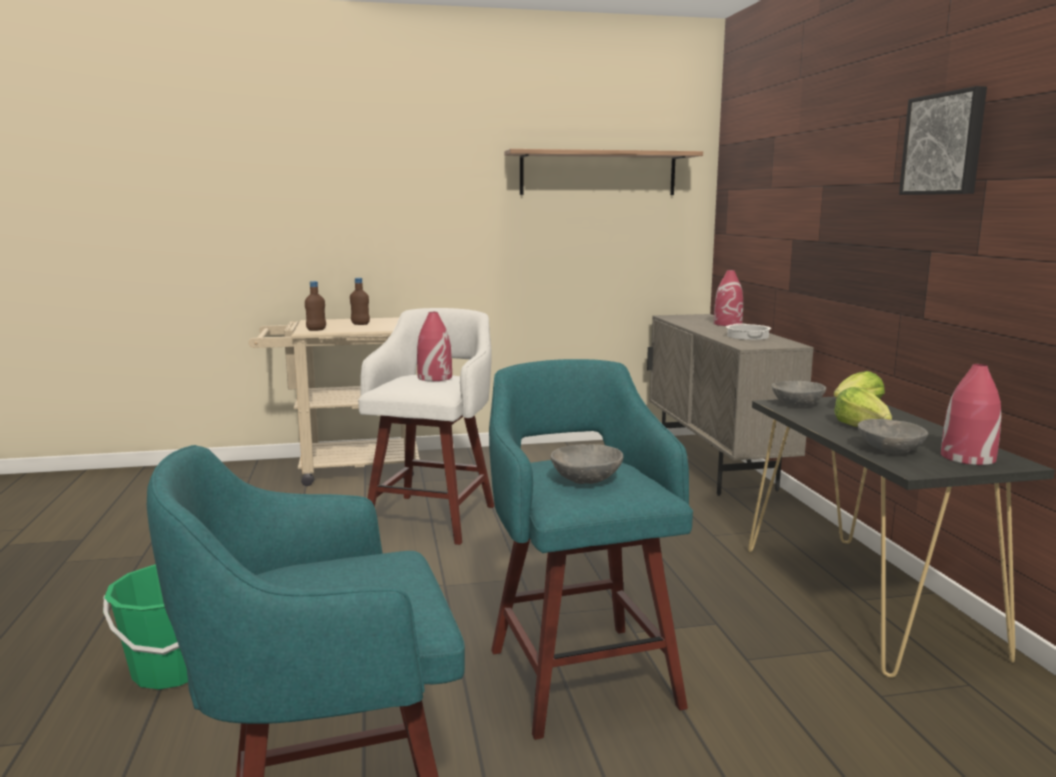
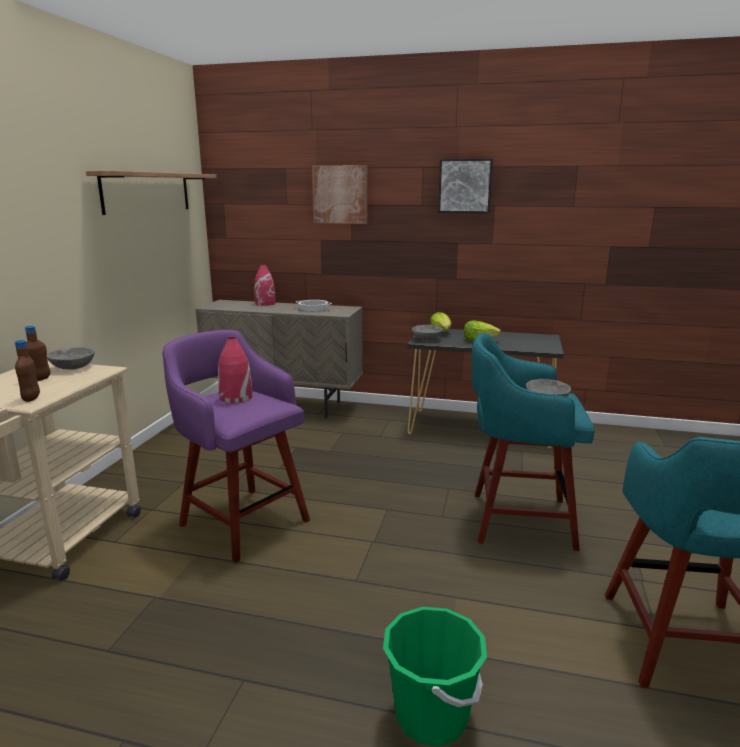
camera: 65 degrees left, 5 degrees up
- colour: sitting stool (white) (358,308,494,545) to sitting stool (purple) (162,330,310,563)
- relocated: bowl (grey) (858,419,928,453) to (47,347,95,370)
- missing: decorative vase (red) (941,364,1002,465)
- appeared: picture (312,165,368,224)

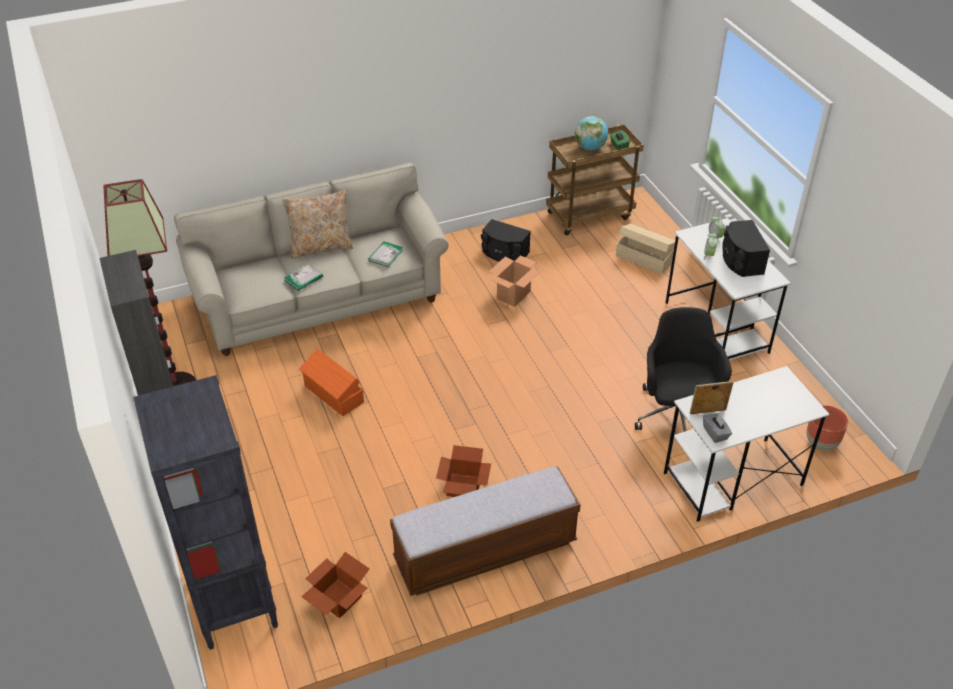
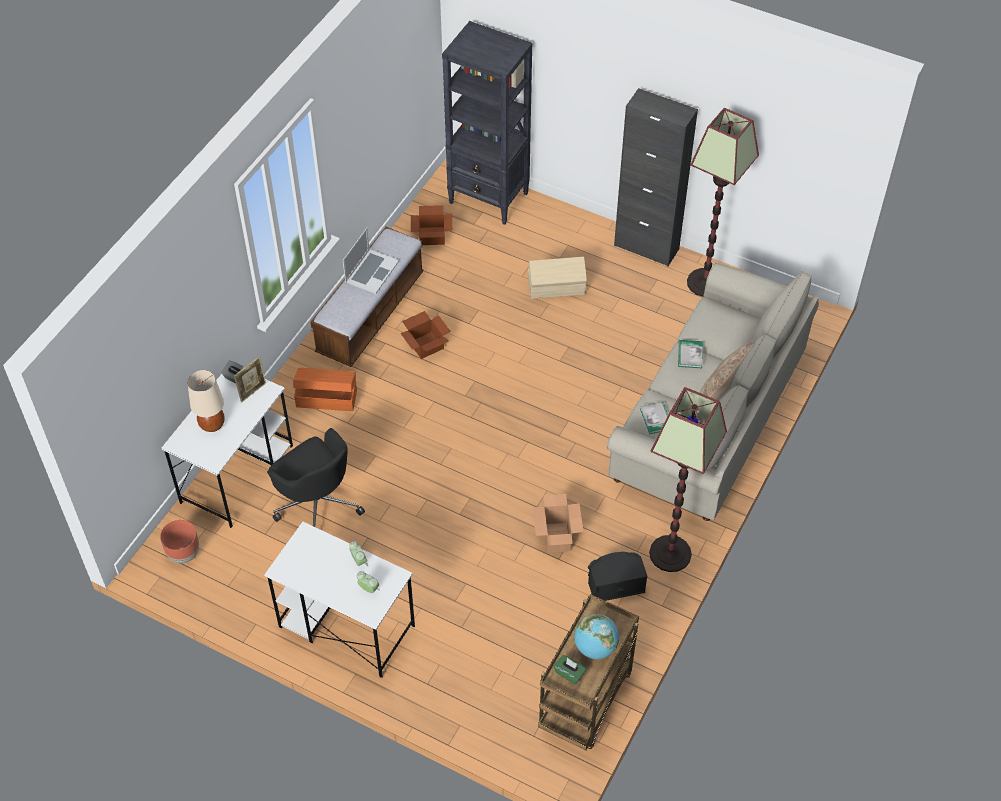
camera: 140 degrees right, 10 degrees up
- relocated: storage container (orange-coloured) (299,348,364,416) to (293,368,357,411)
- relocated: storage container (beige) (616,224,675,274) to (528,257,587,299)
- missing: loudspeaker (black) (722,220,770,277)
- appeared: table lamp (beige) (187,370,225,432)
- appeared: laptop (343,228,399,294)
- appeared: floor lamp (649,387,727,572)

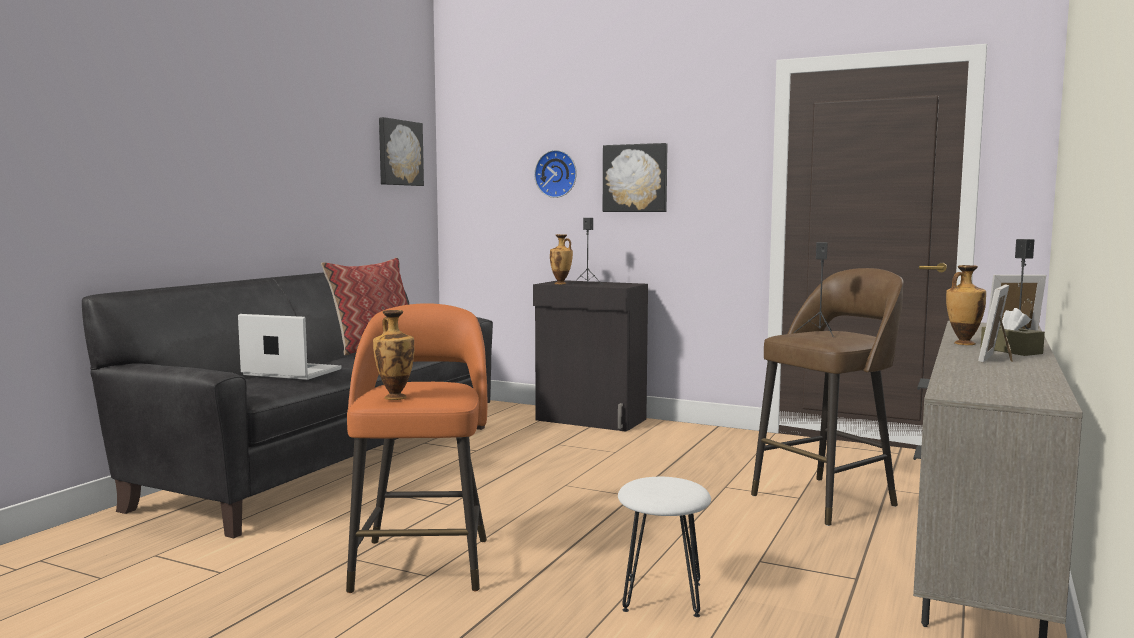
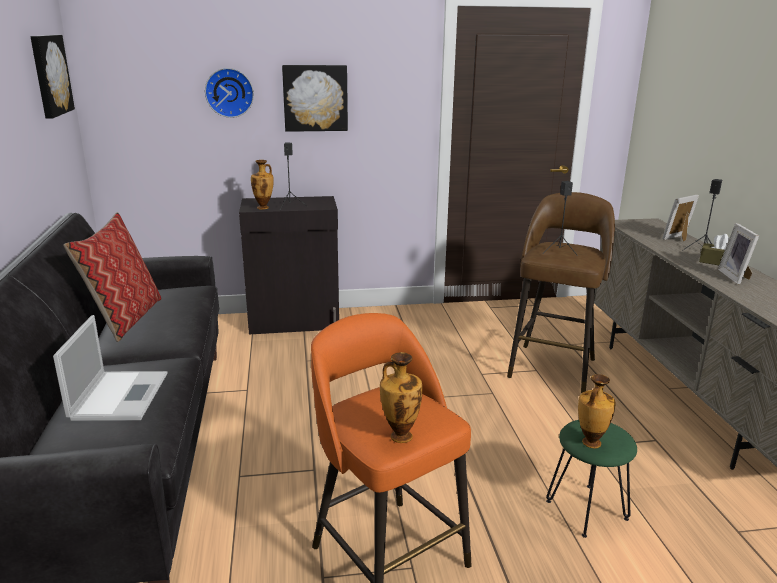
camera: 35 degrees left, 15 degrees up
- spun: laptop (238,314,341,380) = (53,315,168,421) 105 degrees clockwise
- colour: sitting stool (white) (618,477,711,617) to sitting stool (green) (546,420,637,538)
- relocated: decorative vase (946,265,986,345) to (578,374,616,448)

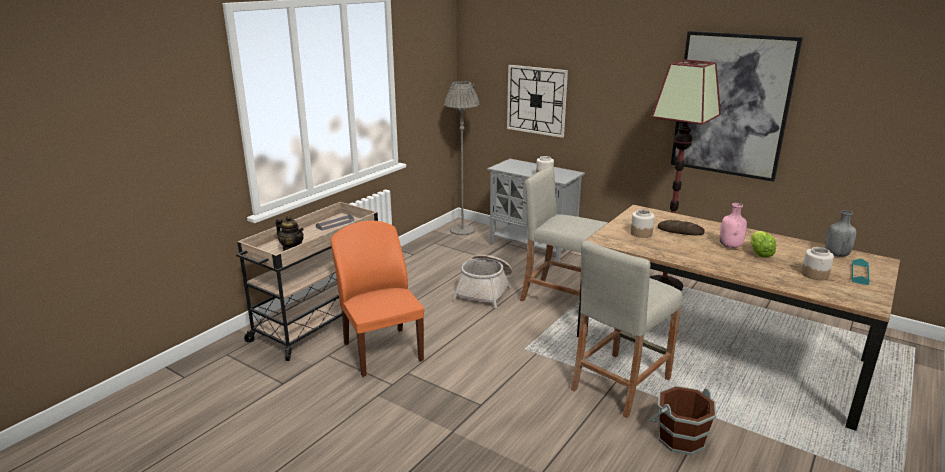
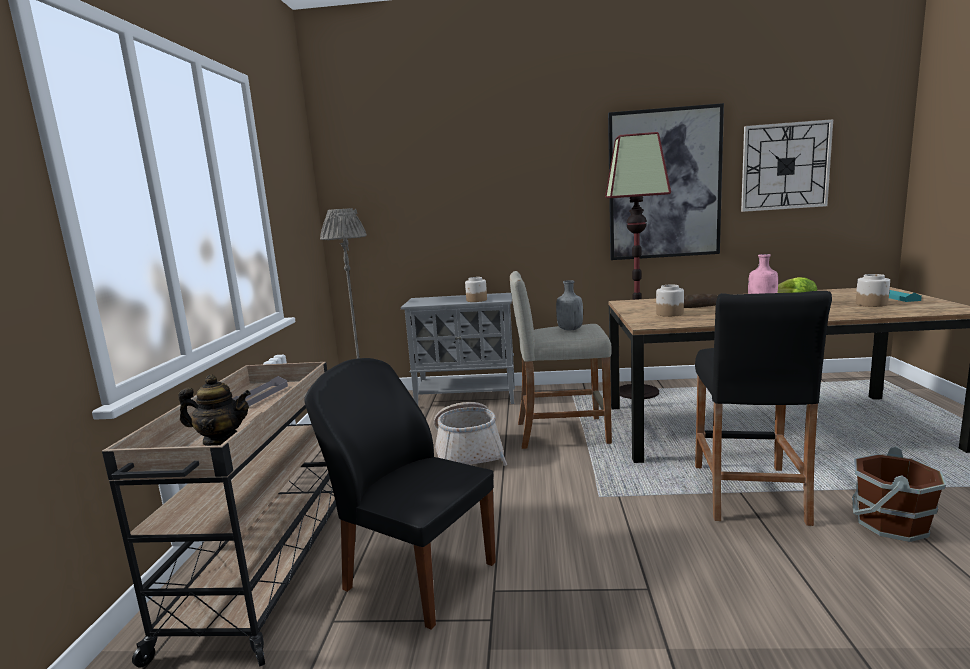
camera: 30 degrees left, 10 degrees down
- colour: chair (orange-coloured) (331,221,424,377) to chair (black) (304,358,496,630)
- relocated: hanging clock (507,65,568,138) to (741,119,833,212)
- colour: sitting stool (beige) (571,240,683,418) to sitting stool (black) (695,291,832,526)
- relocated: drink bottle (grey) (825,210,856,257) to (556,280,583,331)

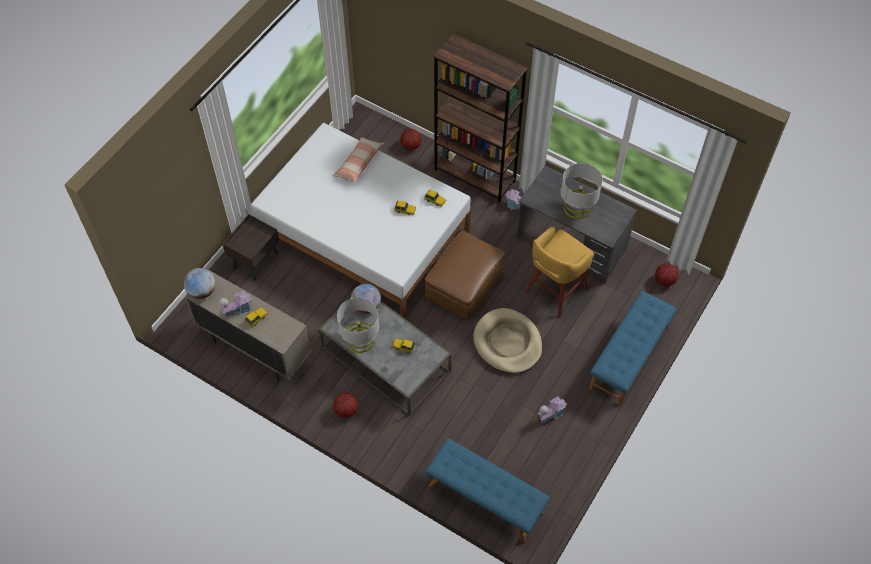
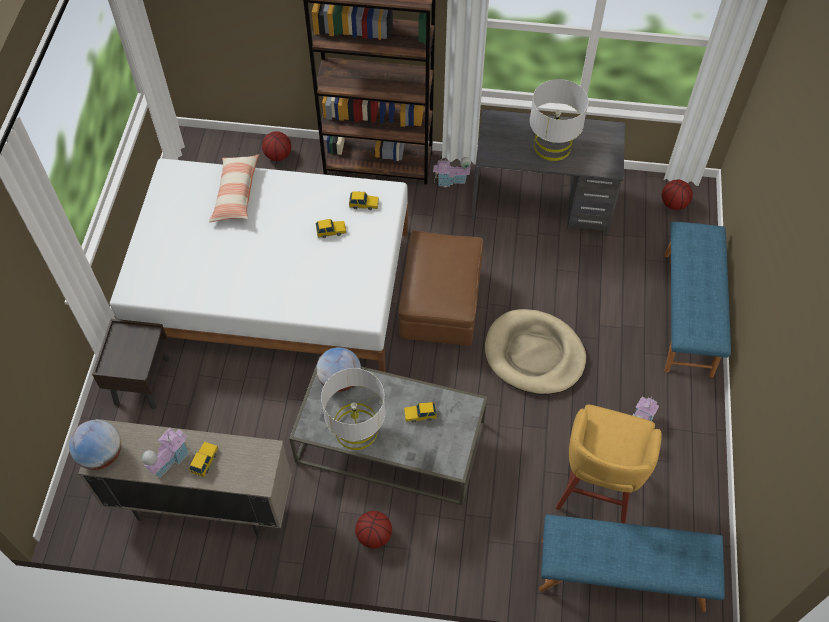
camera: 25 degrees left, 0 degrees up
- relocated: sitting stool (yellow-coloured) (525,227,594,317) to (556,404,662,523)

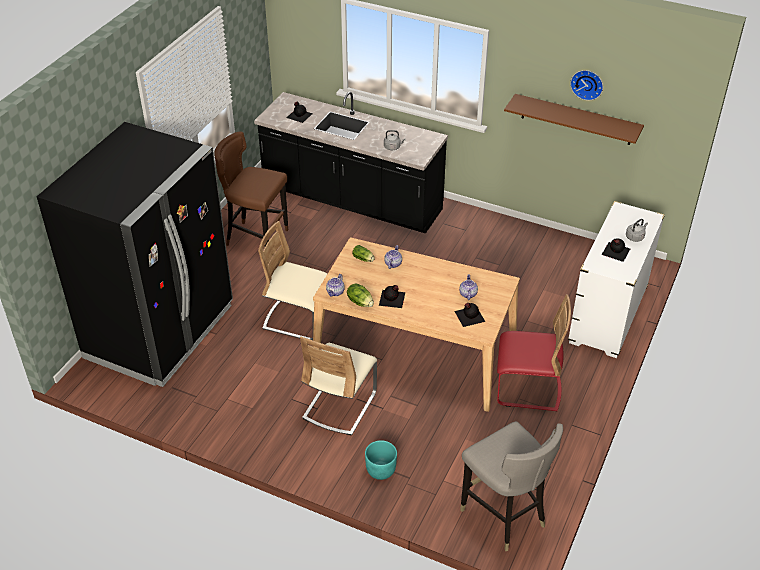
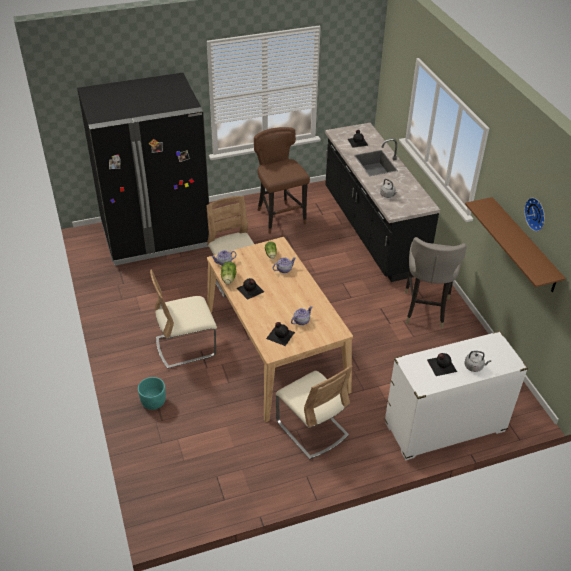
camera: 45 degrees right, 0 degrees up
- relocated: sitting stool (grey) (460,421,563,551) to (405,237,467,329)
- colour: chair (red) (497,294,571,411) to chair (beige) (276,365,353,459)

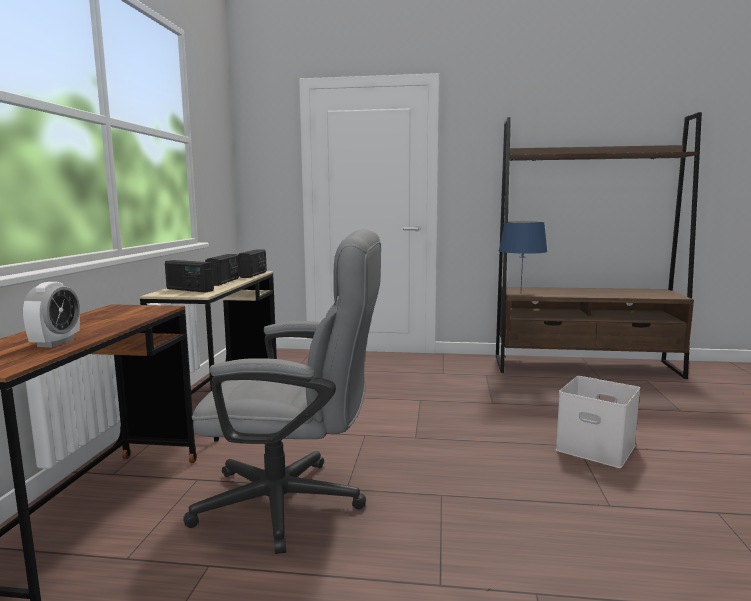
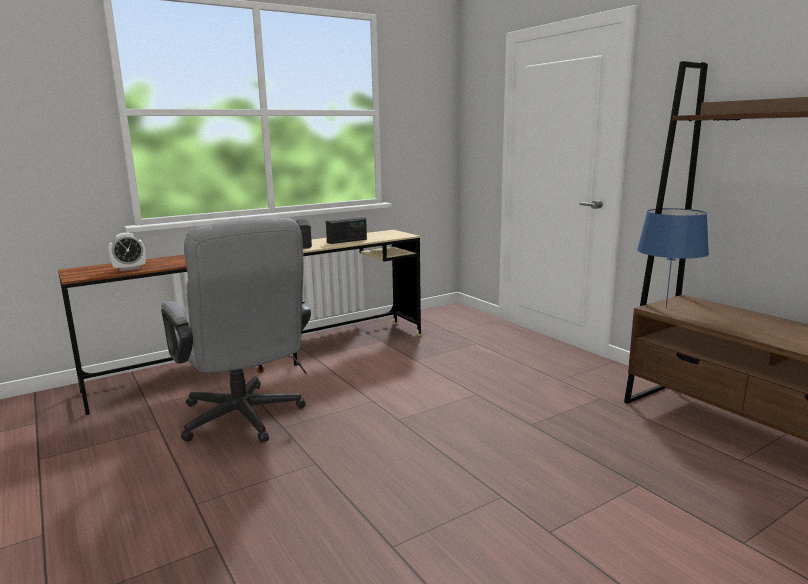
camera: 50 degrees right, 5 degrees up
- missing: radio set (238,249,267,278)
- missing: storage container (white) (555,376,640,468)

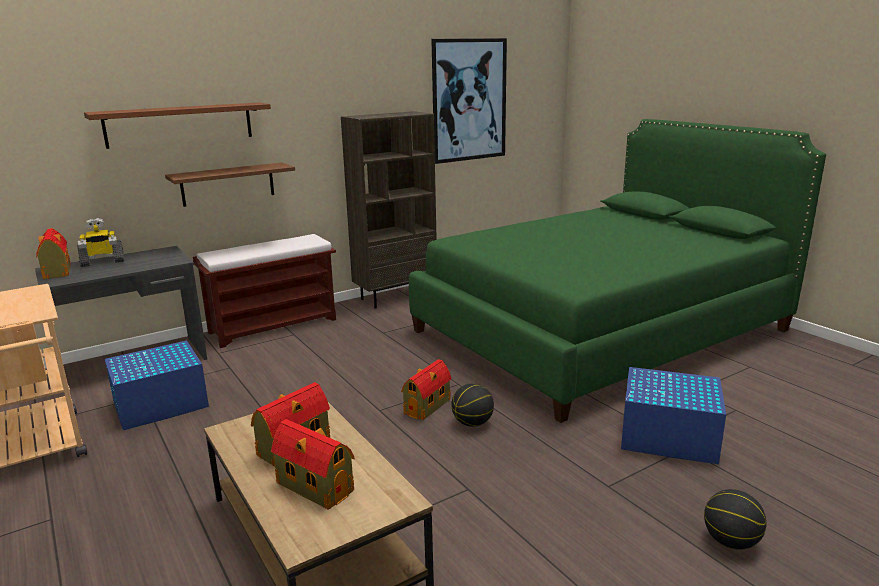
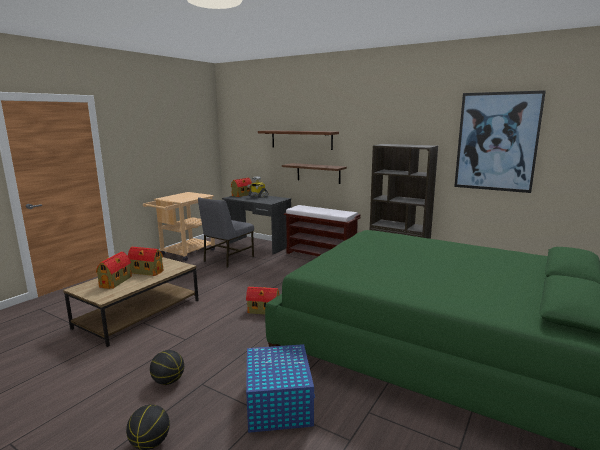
camera: 65 degrees right, 5 degrees down
- exchanged: storage container (blue-coloured) (105,341,209,430) to chair (grey) (198,197,254,268)
- relocated: basketball (451,384,494,427) to (150,350,184,385)

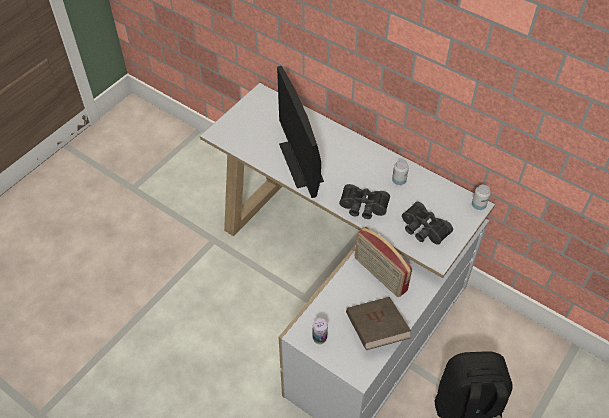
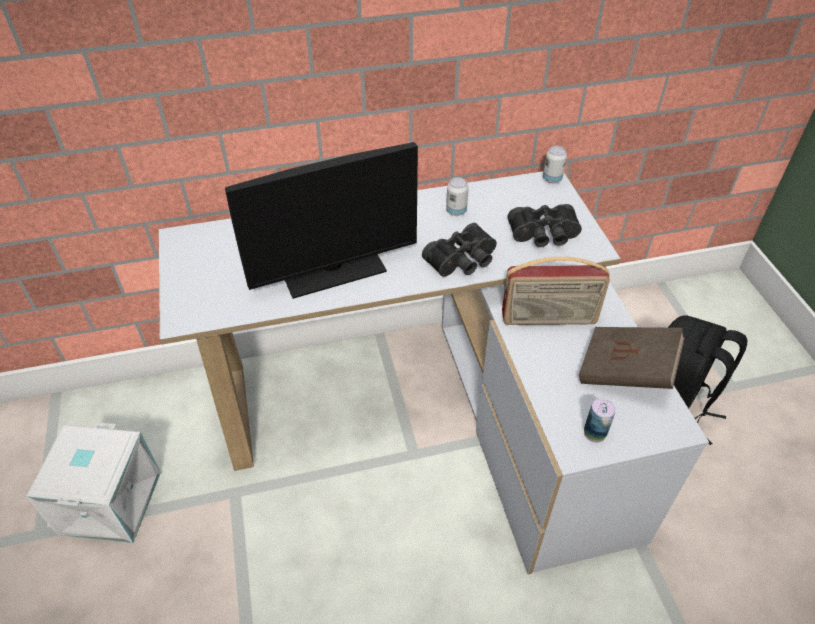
camera: 50 degrees left, 5 degrees down
- spun: computer screen (277,66,324,198) = (225,142,418,299) 45 degrees counterclockwise
- appeared: storage container (white) (26,422,161,543)

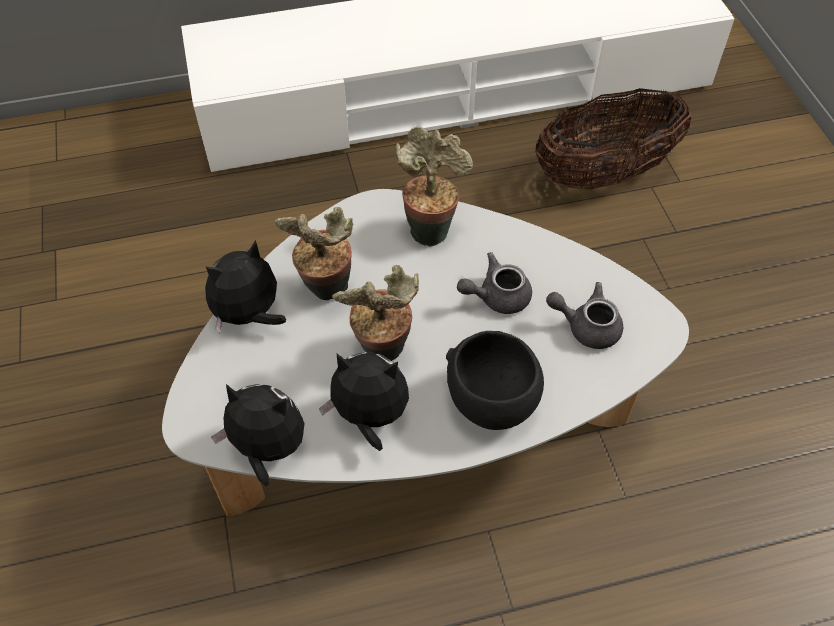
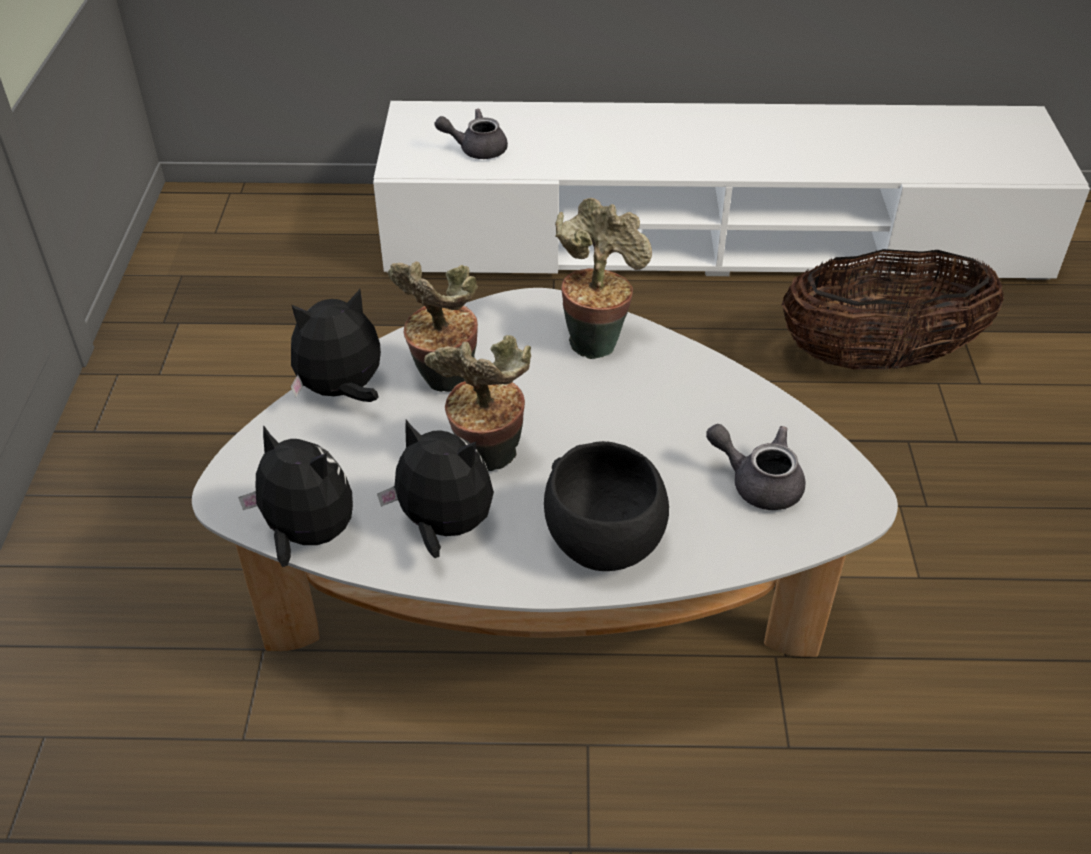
camera: 15 degrees right, 10 degrees down
- relocated: tea pot (grey) (457,252,532,314) to (435,109,508,159)

